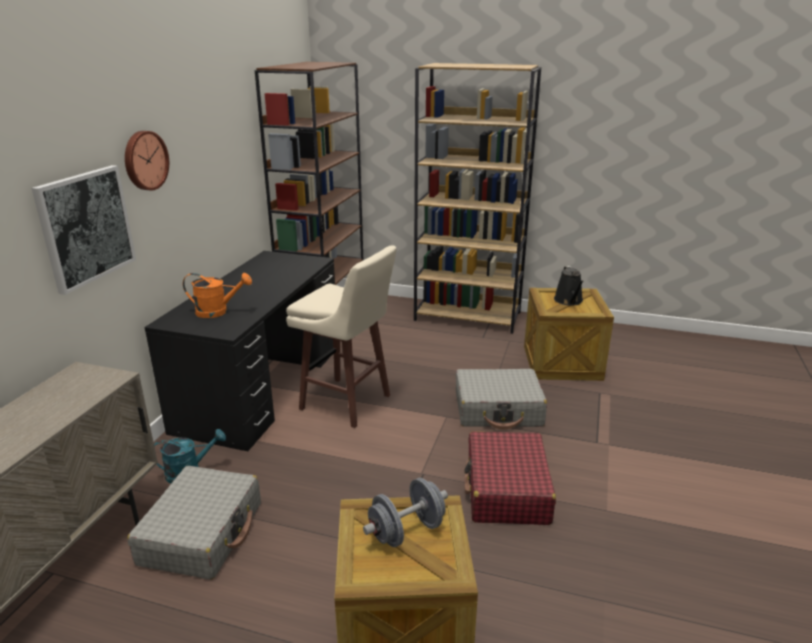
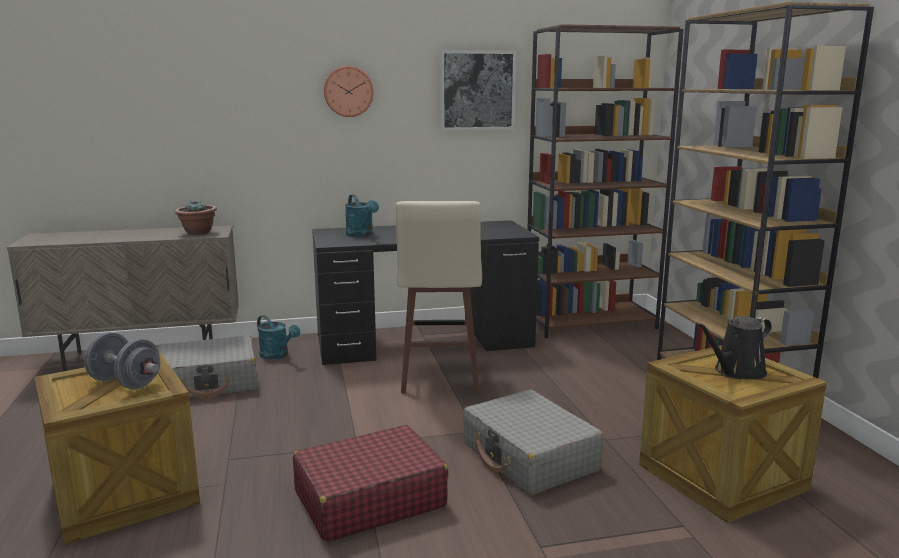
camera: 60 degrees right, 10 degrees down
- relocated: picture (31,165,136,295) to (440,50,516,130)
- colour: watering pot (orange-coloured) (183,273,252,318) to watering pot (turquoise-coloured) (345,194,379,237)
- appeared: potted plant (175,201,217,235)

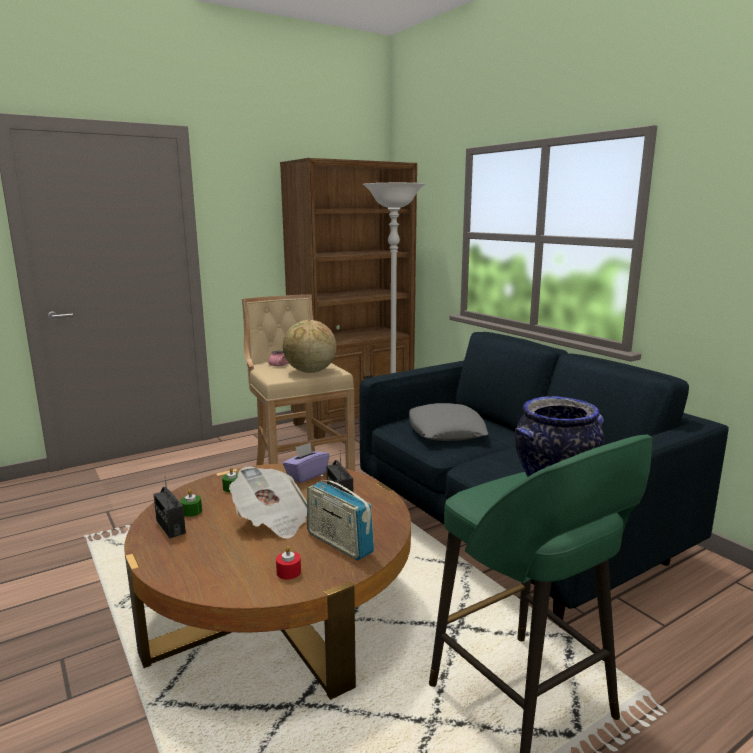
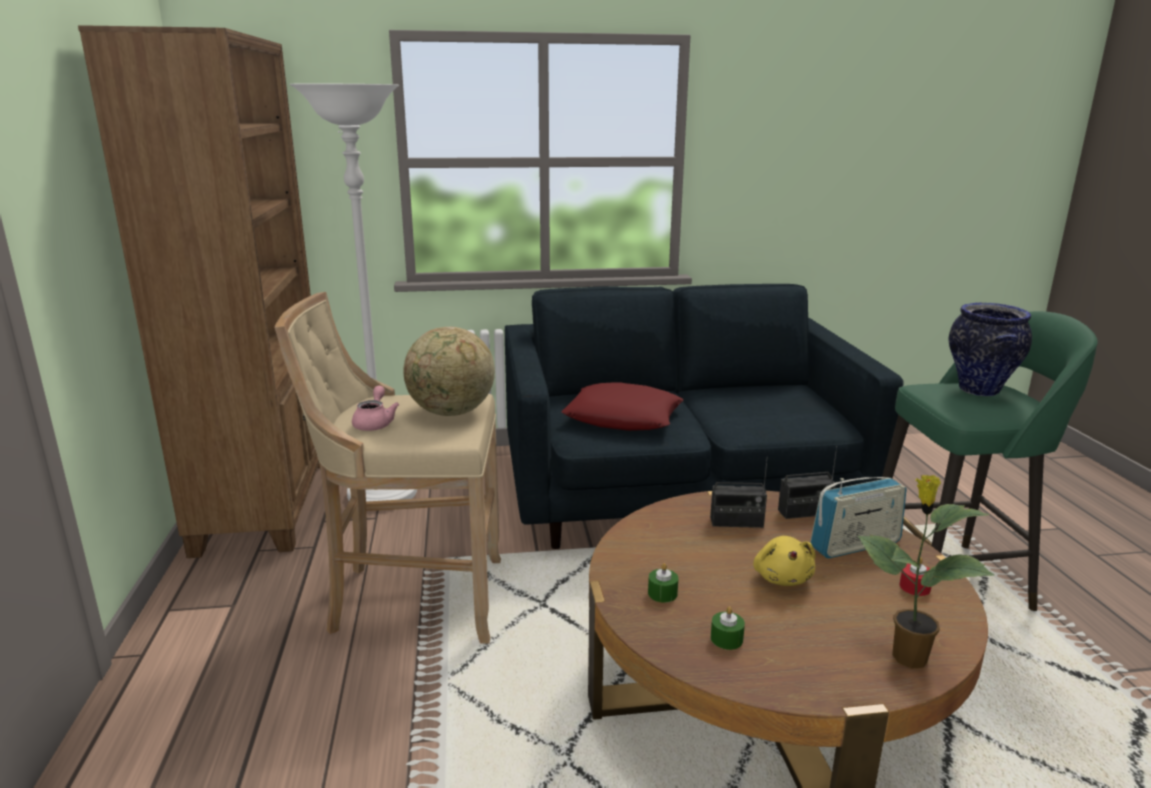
camera: 65 degrees left, 5 degrees up
- relocated: radio set (153,476,186,538) to (778,446,837,519)
- exchanged: daily paper (229,466,307,538) to cuddly toy (yellow-coloured) (753,536,816,586)
- missing: tissue box (purple) (283,443,330,483)
- colour: cushion (grey) (409,403,489,441) to cushion (red) (562,383,683,431)
- appeared: potted plant (858,475,994,669)

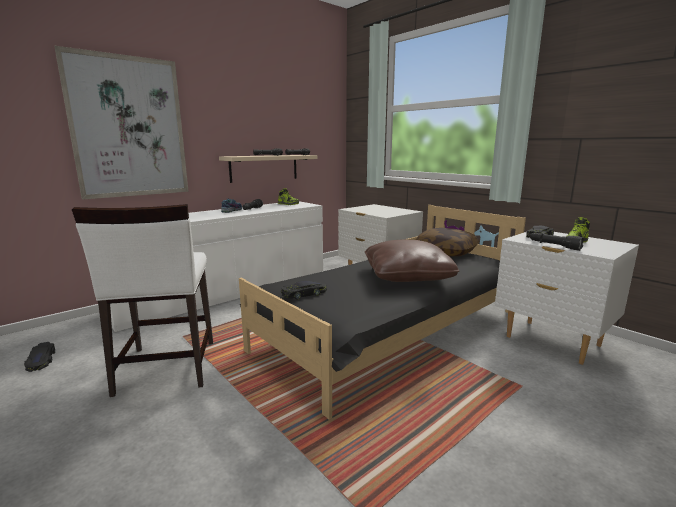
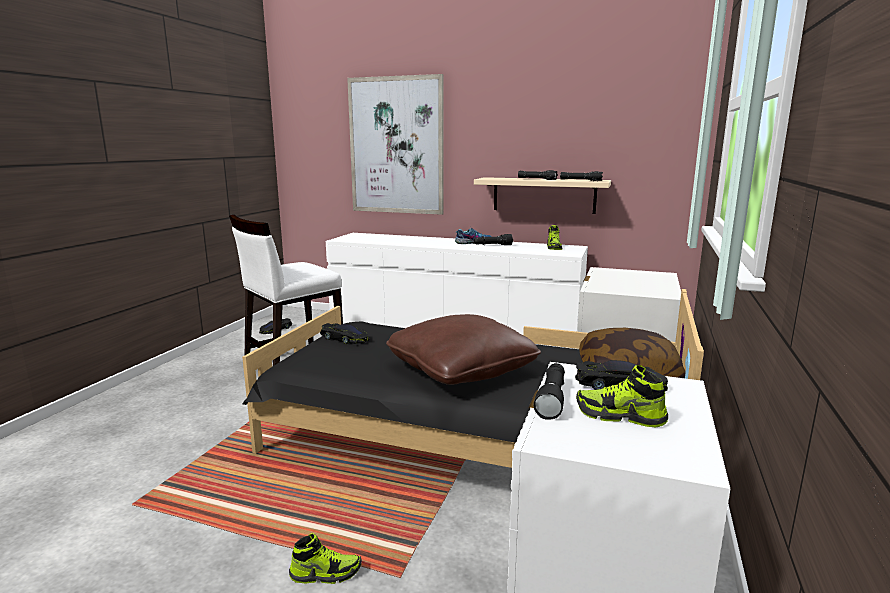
camera: 60 degrees right, 0 degrees up
- appeared: shoe (289,533,362,584)

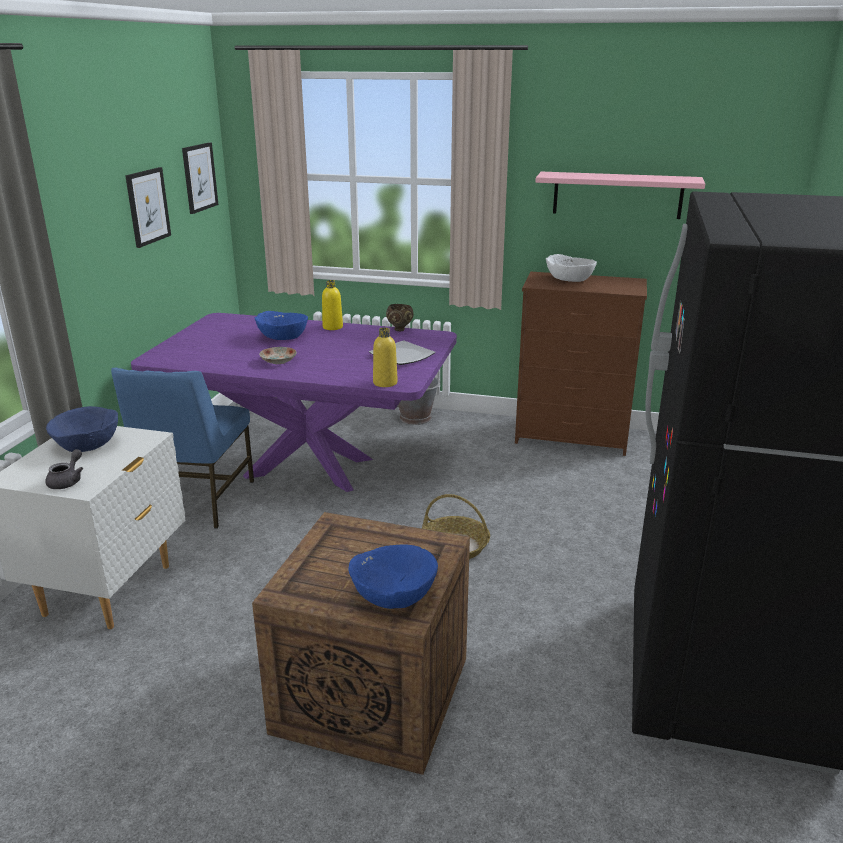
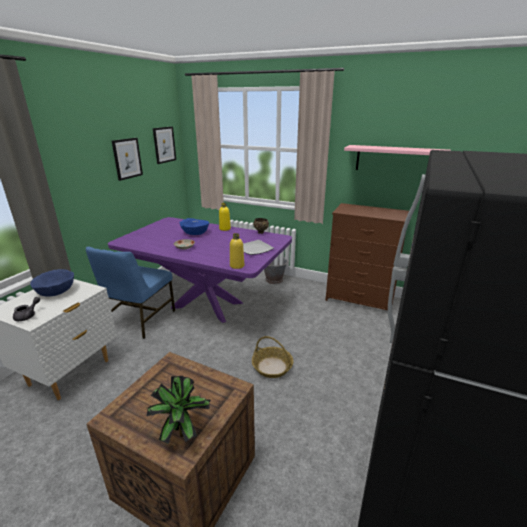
camera: 10 degrees right, 0 degrees up
- exchanged: bowl (blue-coloured) (348,545,438,609) to potted plant (147,376,211,444)
- missing: bowl (white) (546,254,597,282)

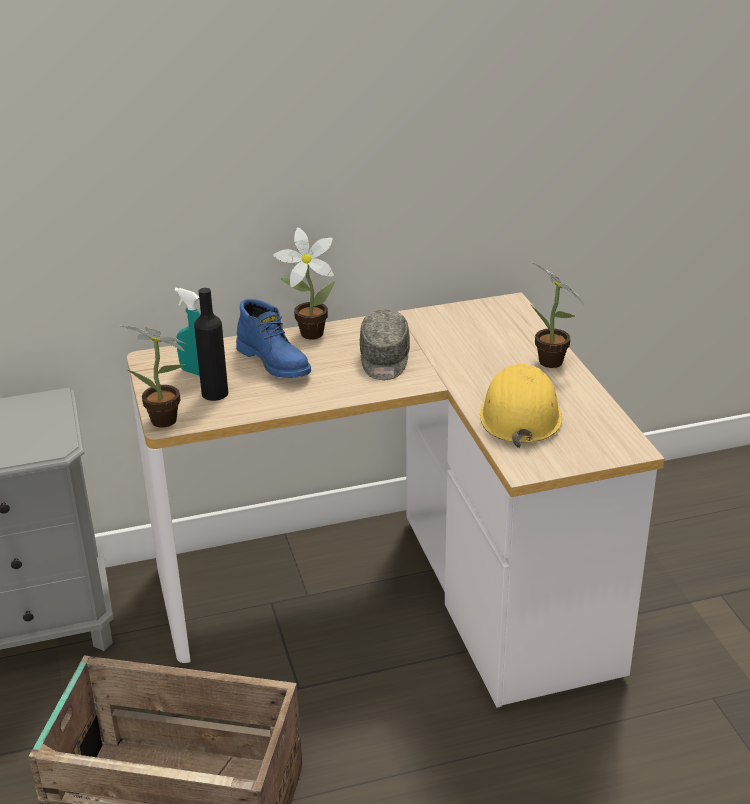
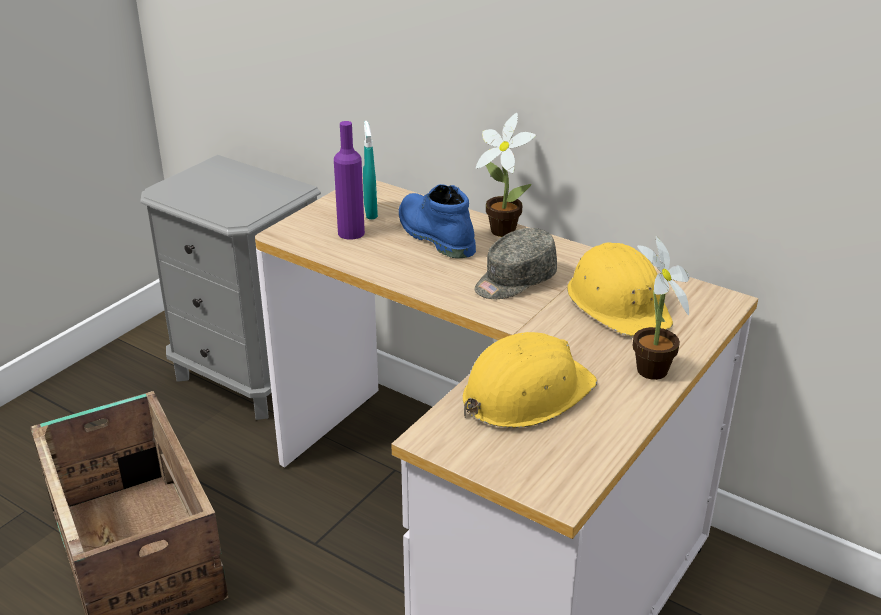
camera: 50 degrees right, 0 degrees up
- missing: potted plant (121,326,187,427)
- colour: drink bottle (black) (194,288,228,401) to drink bottle (purple) (334,121,365,240)
- spun: tall boot (blue-coloured) (236,299,311,378) = (399,184,476,258) 135 degrees clockwise
- appeared: work helmet (yellow-coloured) (567,242,673,336)

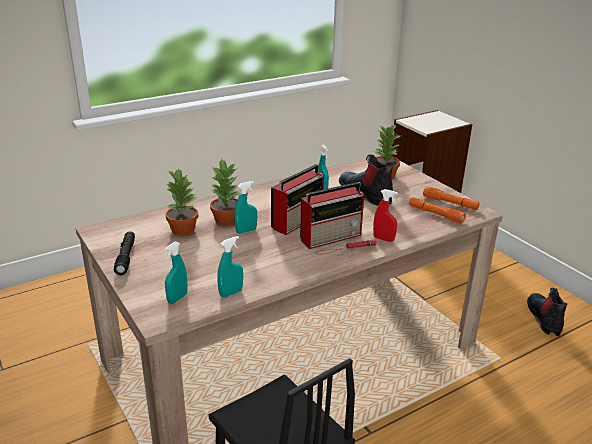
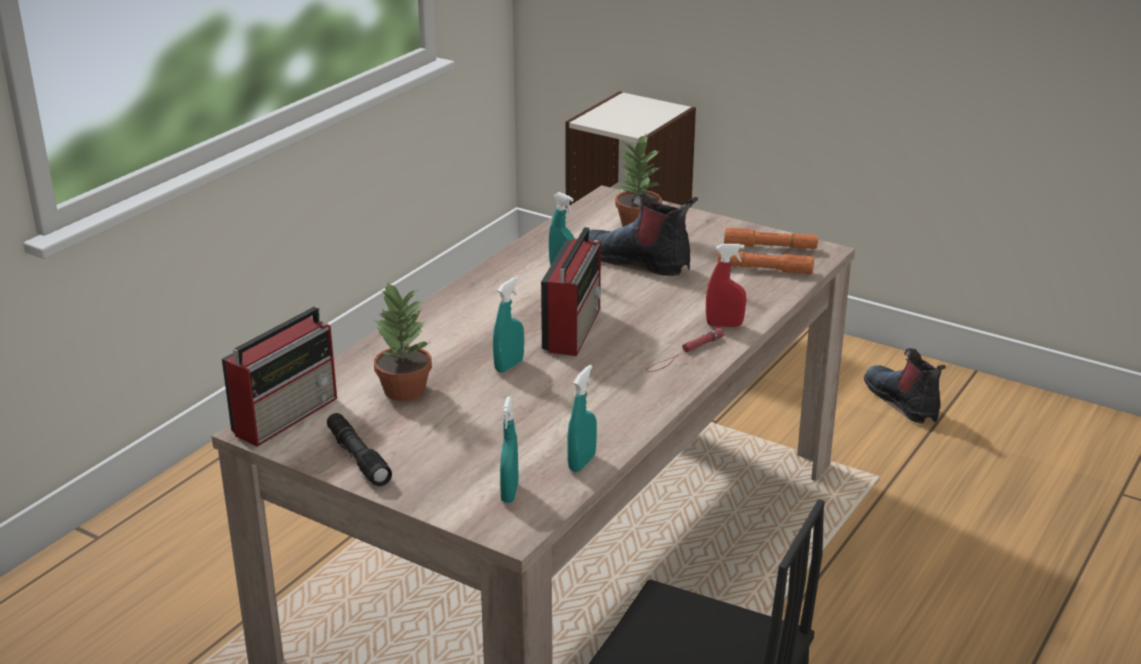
camera: 25 degrees left, 0 degrees up
- missing: potted plant (210,159,241,226)
- relocated: radio set (300,182,364,249) to (222,306,337,447)

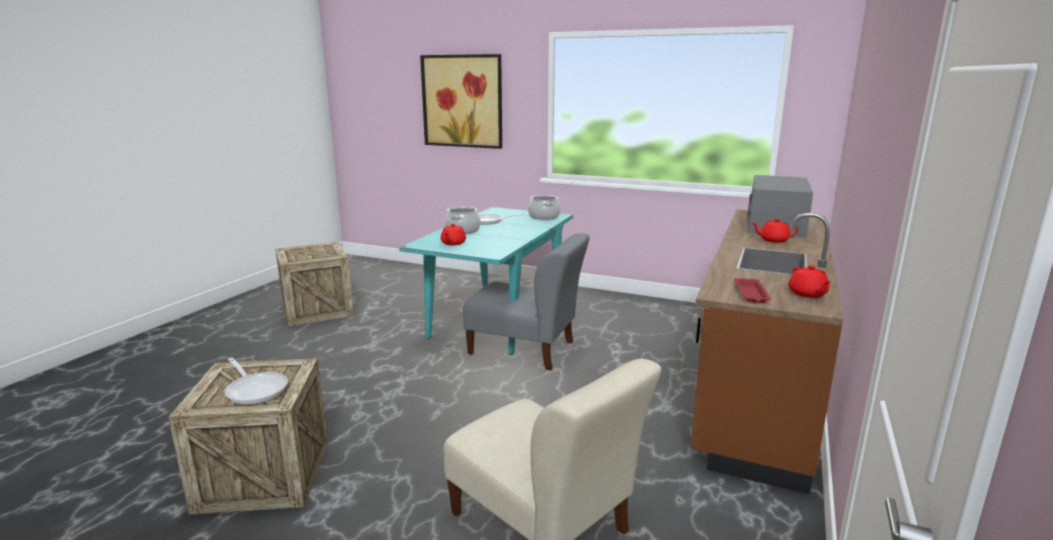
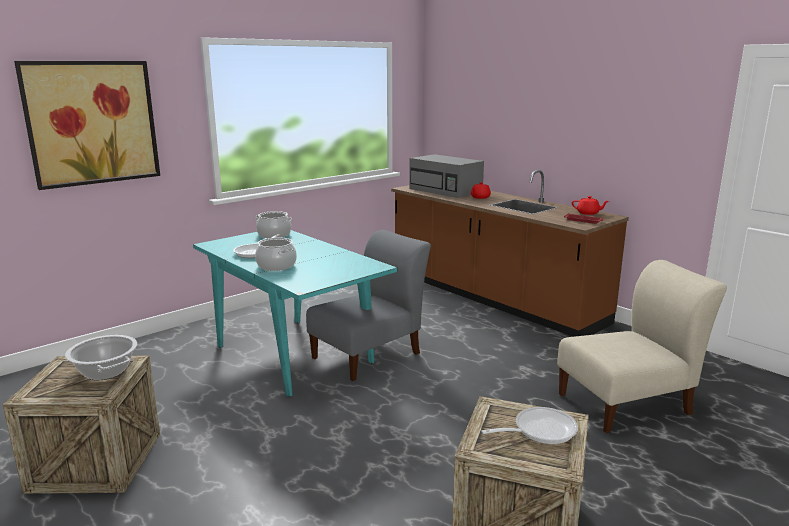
camera: 65 degrees left, 0 degrees up
- missing: tea pot (red) (441,224,466,245)
- appeared: cooking pot (65,335,137,380)

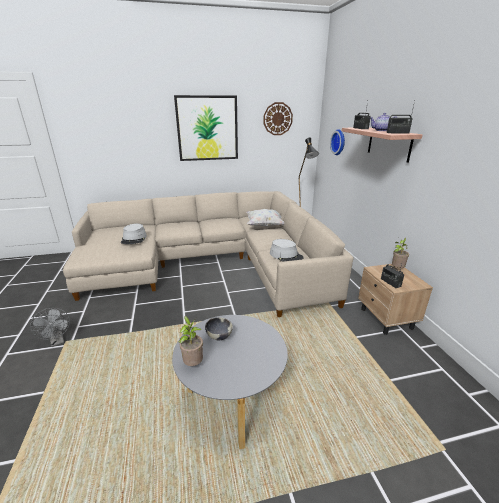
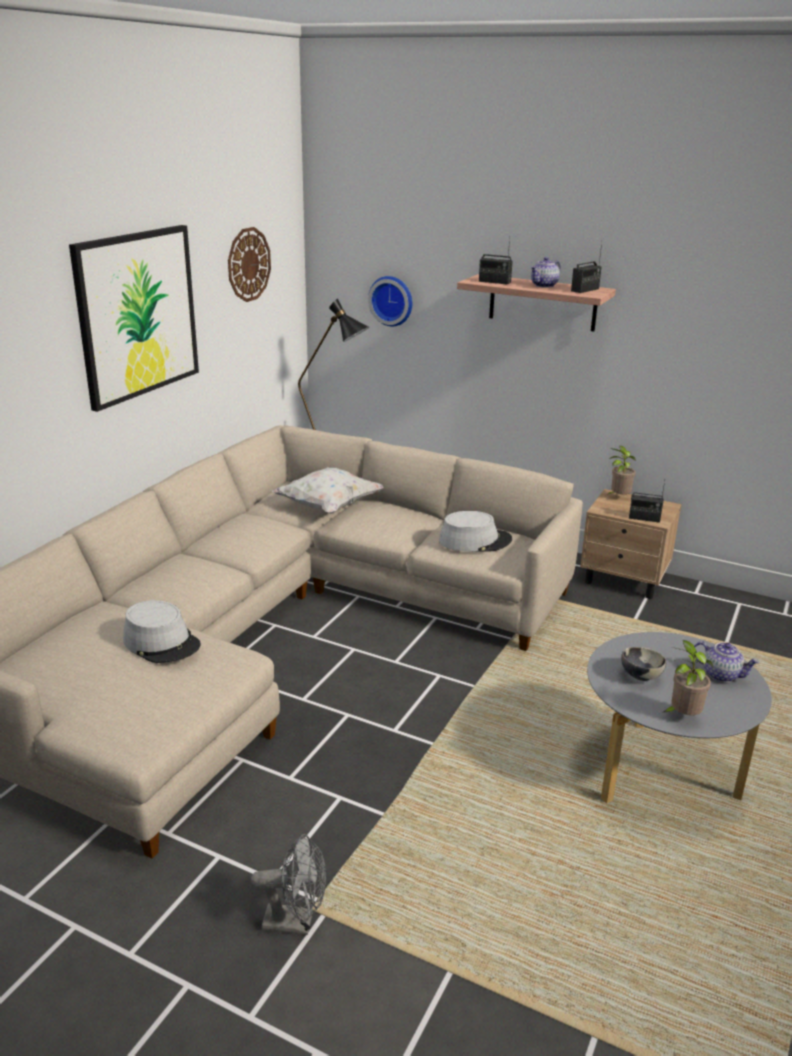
camera: 50 degrees left, 0 degrees up
- appeared: tea pot (694,641,760,682)

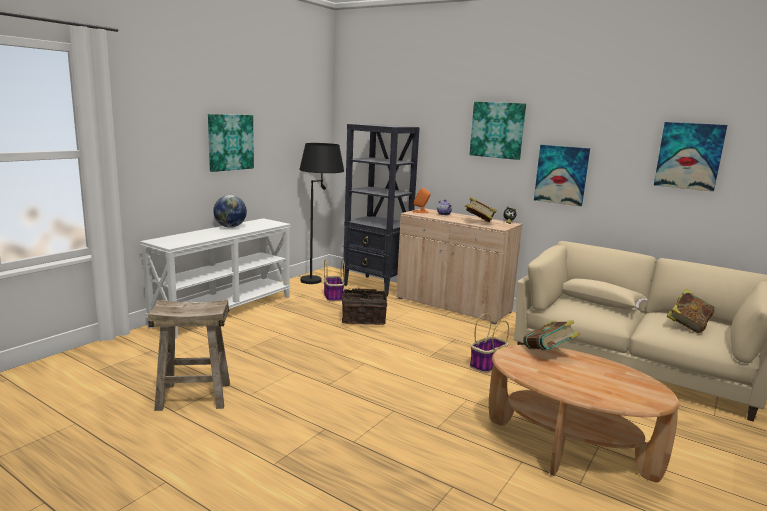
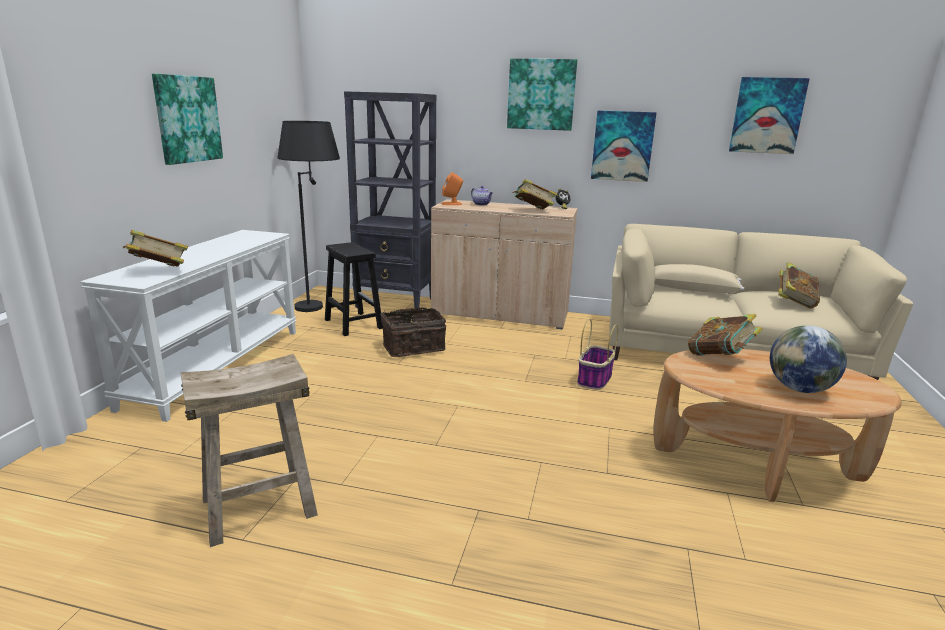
camera: 20 degrees left, 5 degrees up
- relocated: desk globe (213,195,247,228) to (770,325,847,393)
- exchanged: basket (324,259,345,301) to sitting stool (black) (325,242,383,336)
- appeared: volume (123,230,188,267)

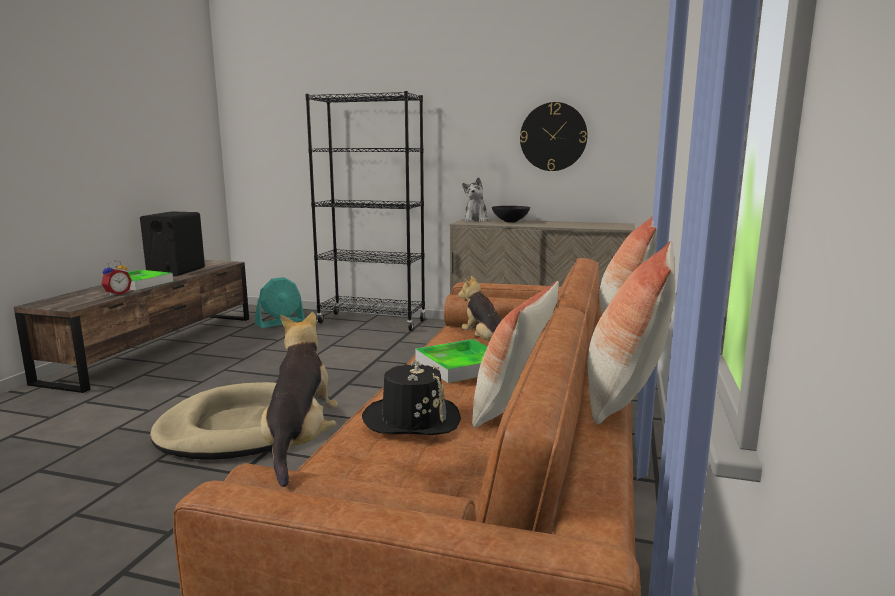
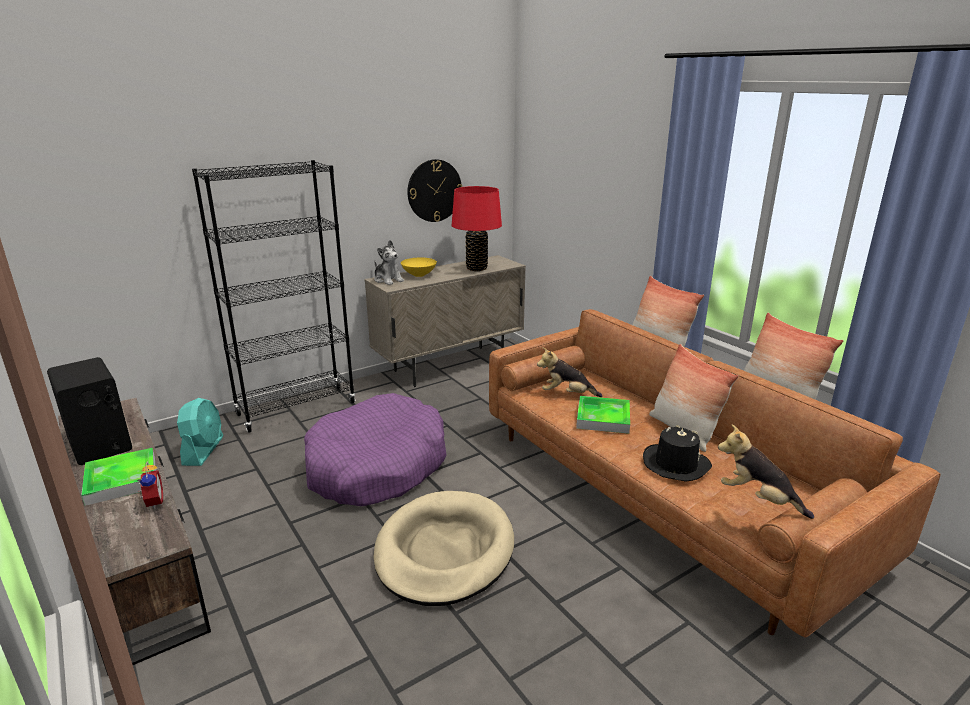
camera: 50 degrees left, 10 degrees up
- colour: bowl (black) (492,206,530,223) to bowl (yellow-coloured) (401,258,437,277)
- appeared: dog bed (purple) (304,393,446,506)
- appeared: table lamp (red) (452,186,502,271)

